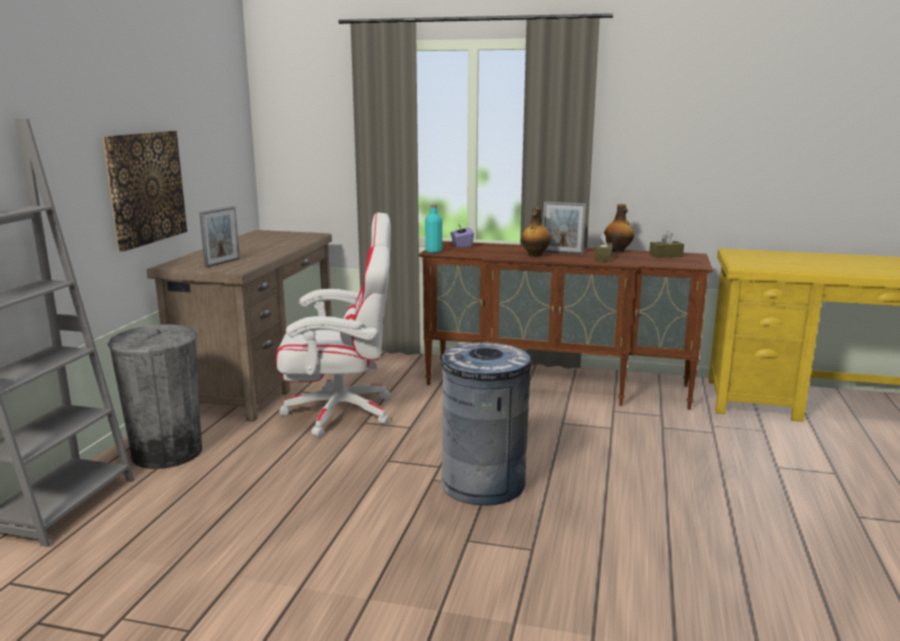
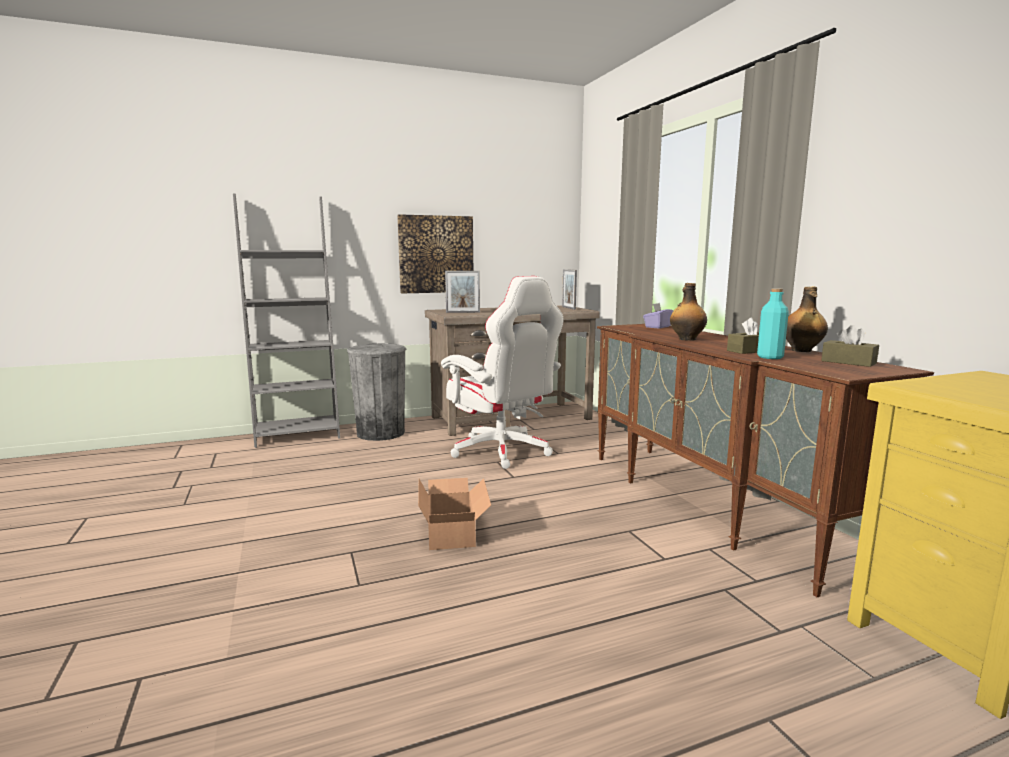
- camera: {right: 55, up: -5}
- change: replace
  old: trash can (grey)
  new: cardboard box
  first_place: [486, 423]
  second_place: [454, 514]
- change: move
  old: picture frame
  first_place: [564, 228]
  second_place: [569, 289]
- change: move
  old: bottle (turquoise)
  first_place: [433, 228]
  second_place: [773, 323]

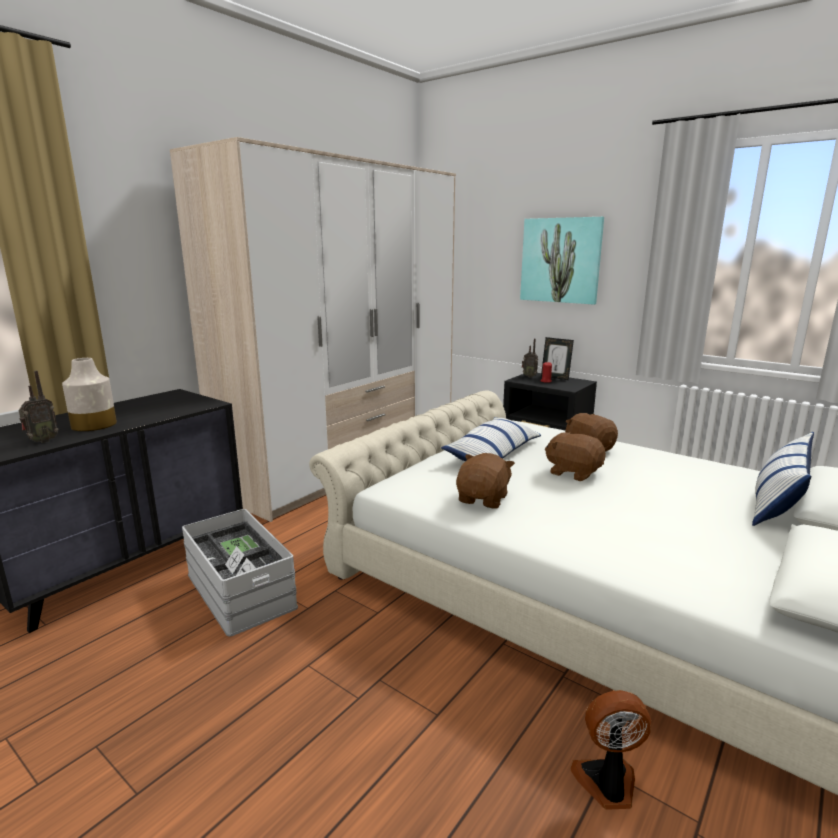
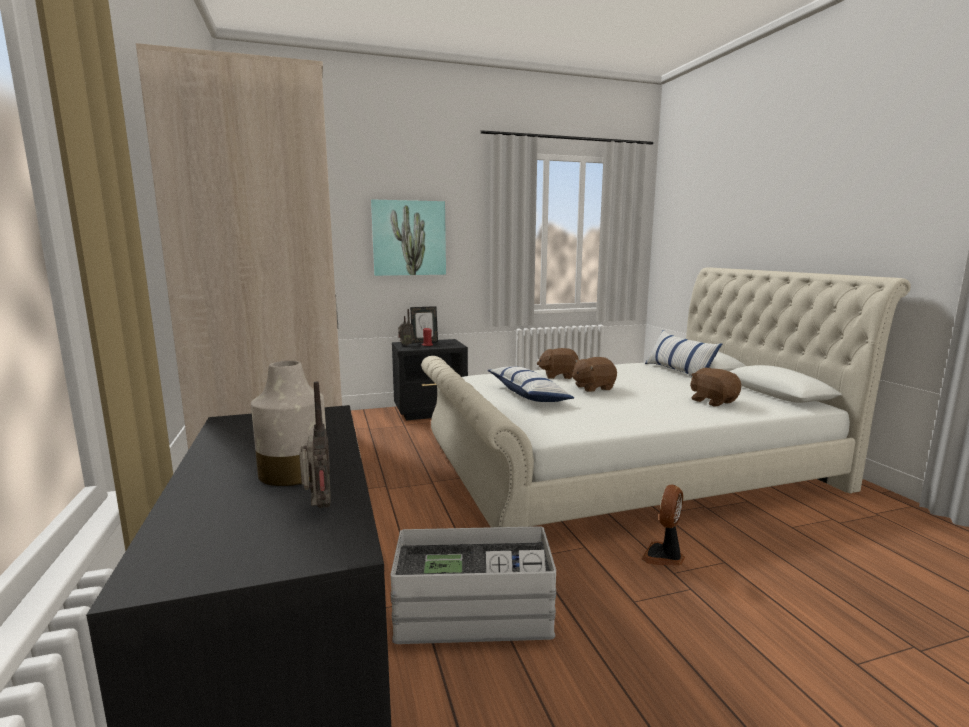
- camera: {right: -55, up: -5}
- change: move
  old: fan
  first_place: [610, 750]
  second_place: [663, 525]
- change: move
  old: plush toy (brown)
  first_place: [485, 481]
  second_place: [715, 387]

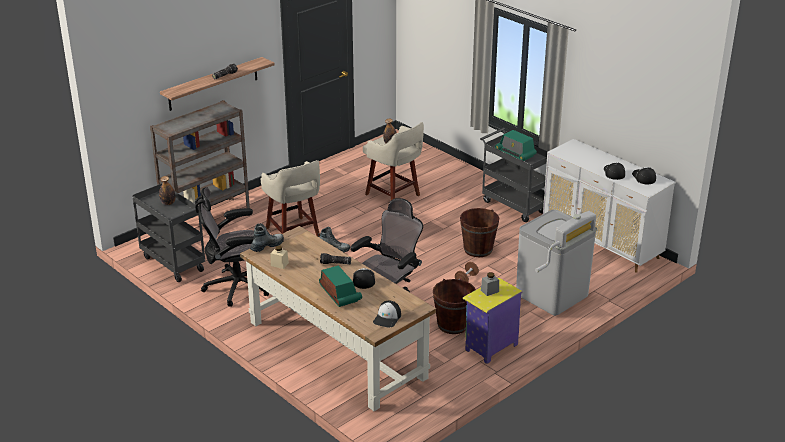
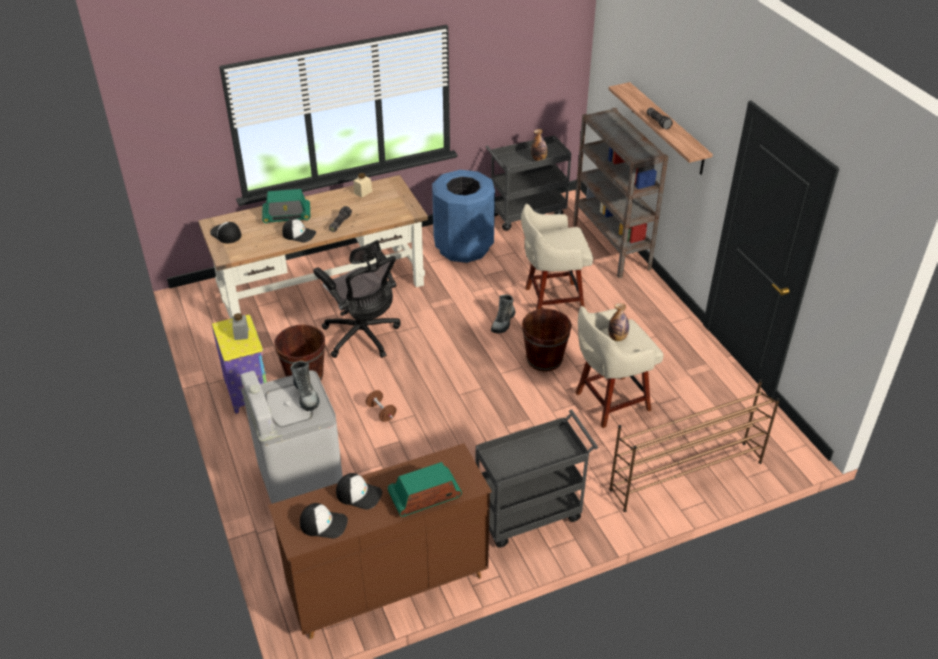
- camera: {right: 110, up: 10}
- change: recolor
  old: cabinet (white)
  new: cabinet (brown)
  first_place: [609, 206]
  second_place: [380, 541]
- change: move
  old: boot
  first_place: [267, 237]
  second_place: [304, 386]
- change: move
  old: radio
  first_place: [516, 145]
  second_place: [425, 489]
- change: replace
  old: office chair
  new: trash can (blue)
  first_place: [232, 247]
  second_place: [463, 216]
- change: move
  old: bucket (brown)
  first_place: [479, 232]
  second_place: [547, 339]
- change: insert
  new: shoe rack (brown)
  second_place: [694, 445]

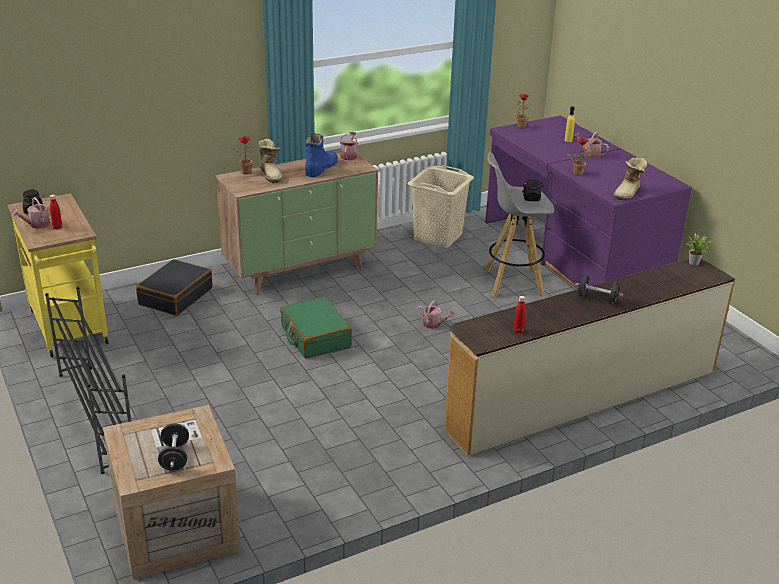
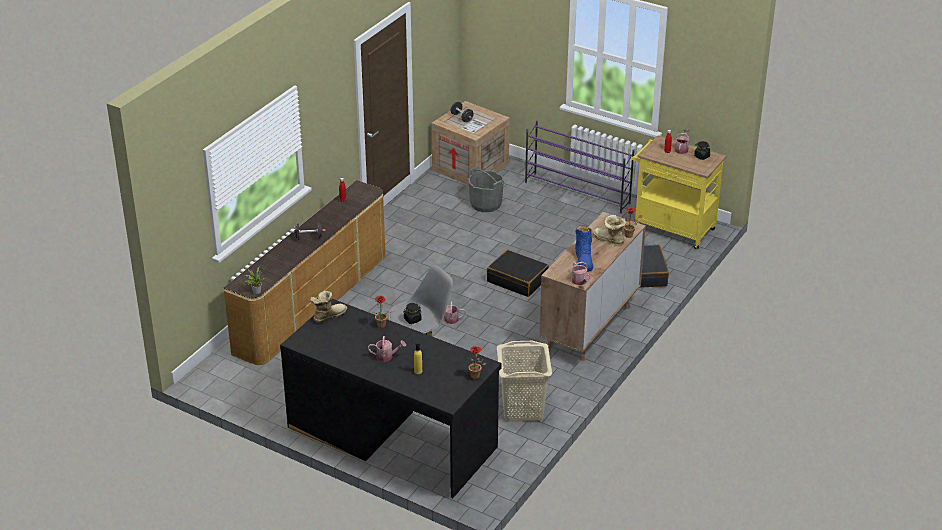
- camera: {right: 150, up: 5}
- change: recolor
  old: desk (purple)
  new: desk (black)
  first_place: [588, 202]
  second_place: [391, 399]
- change: rotate
  old: boot
  first_place: [630, 178]
  second_place: [328, 307]
  degrees: 45
- change: insert
  new: bucket (grey)
  second_place: [486, 189]
- change: recolor
  old: suitcase (green)
  new: suitcase (black)
  first_place: [316, 328]
  second_place: [518, 273]
- change: recolor
  old: shoe rack (black)
  new: shoe rack (purple)
  first_place: [88, 380]
  second_place: [579, 167]

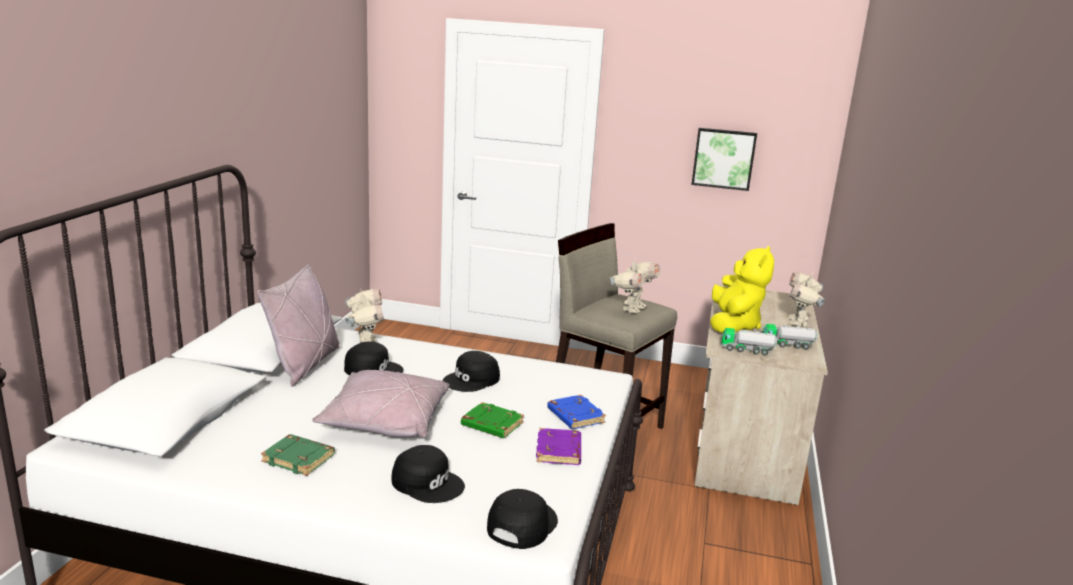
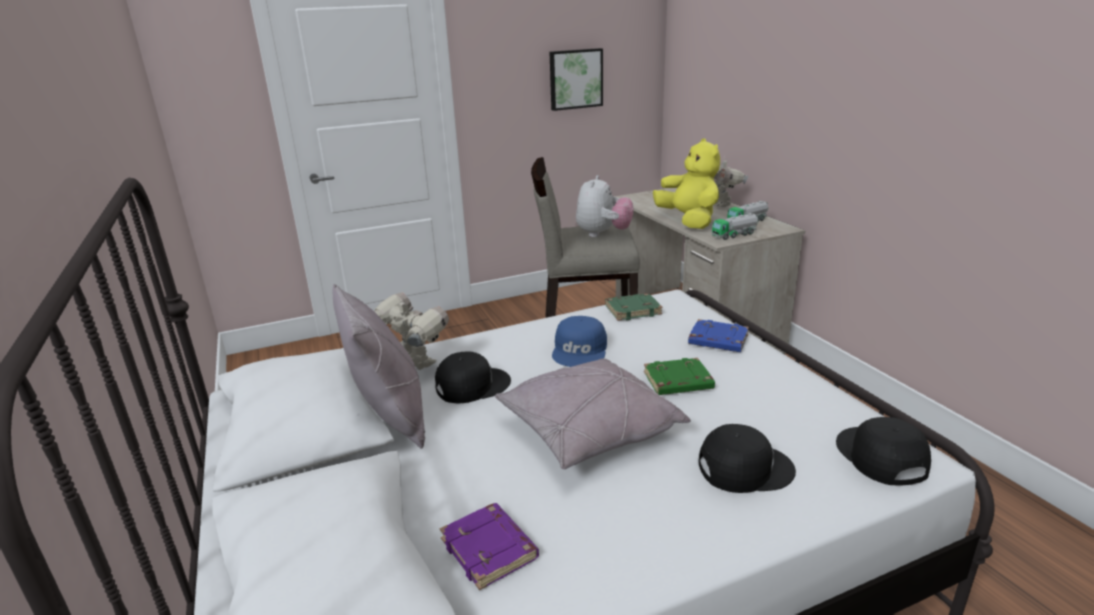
- camera: {right: -35, up: 5}
- change: move
  old: book (purple)
  first_place: [558, 446]
  second_place: [489, 546]
- change: recolor
  old: cap (black)
  new: cap (blue)
  first_place: [471, 371]
  second_place: [579, 341]
- change: replace
  old: toy robot
  new: plush toy
  first_place: [635, 285]
  second_place: [604, 206]
- change: move
  old: book (green)
  first_place: [298, 455]
  second_place: [634, 307]

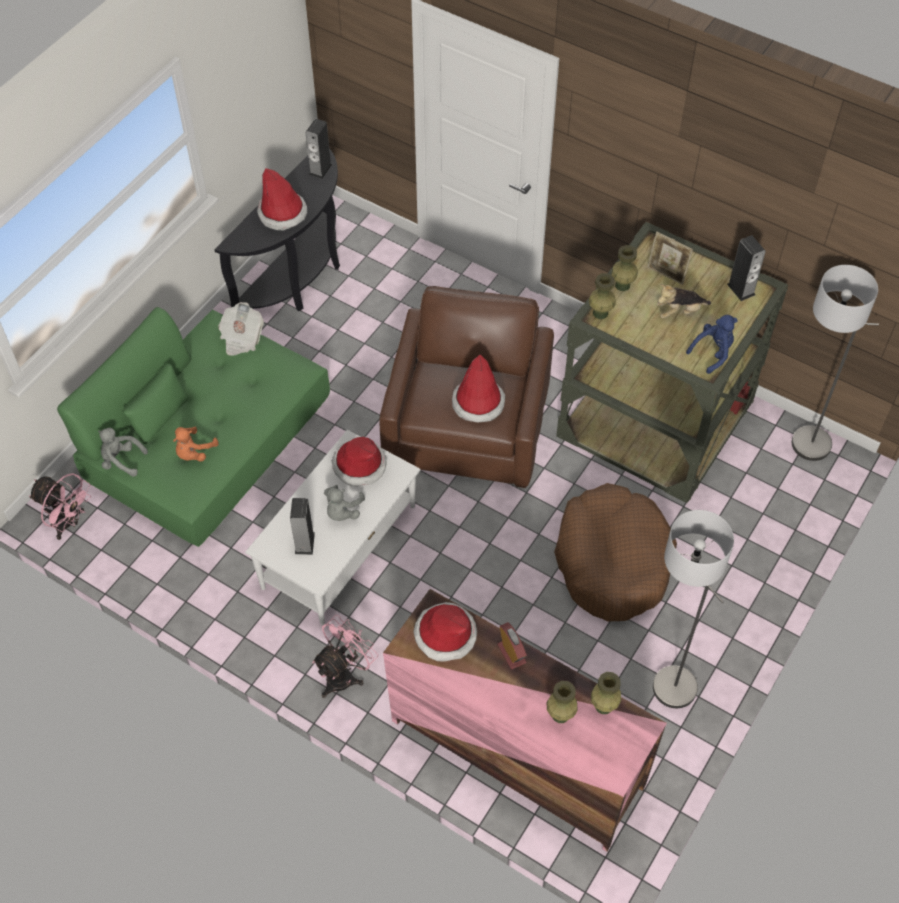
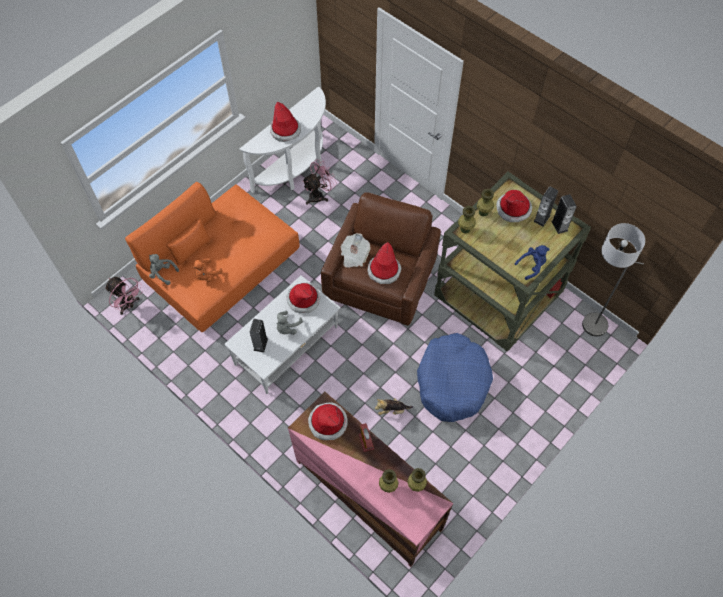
- camera: {right: 10, up: 5}
- change: recolor
  old: sofa (green)
  new: sofa (orange)
  first_place: [193, 427]
  second_place: [212, 257]
- change: recolor
  old: console table (black)
  new: console table (white)
  first_place: [277, 230]
  second_place: [282, 139]
- change: move
  old: fan (pink)
  first_place: [345, 656]
  second_place: [319, 182]
- change: move
  old: newspaper
  first_place: [241, 329]
  second_place: [356, 250]
- change: move
  old: plush toy
  first_place: [684, 301]
  second_place: [394, 406]
- change: recolor
  old: dog bed (brown)
  new: dog bed (blue)
  first_place: [615, 552]
  second_place: [455, 377]
- change: replace
  old: picture frame
  new: hat
  first_place: [670, 258]
  second_place: [514, 206]
- change: move
  old: speaker
  first_place: [319, 149]
  second_place: [545, 206]
- change: delete
  old: floor lamp (grey)
  first_place: [693, 609]

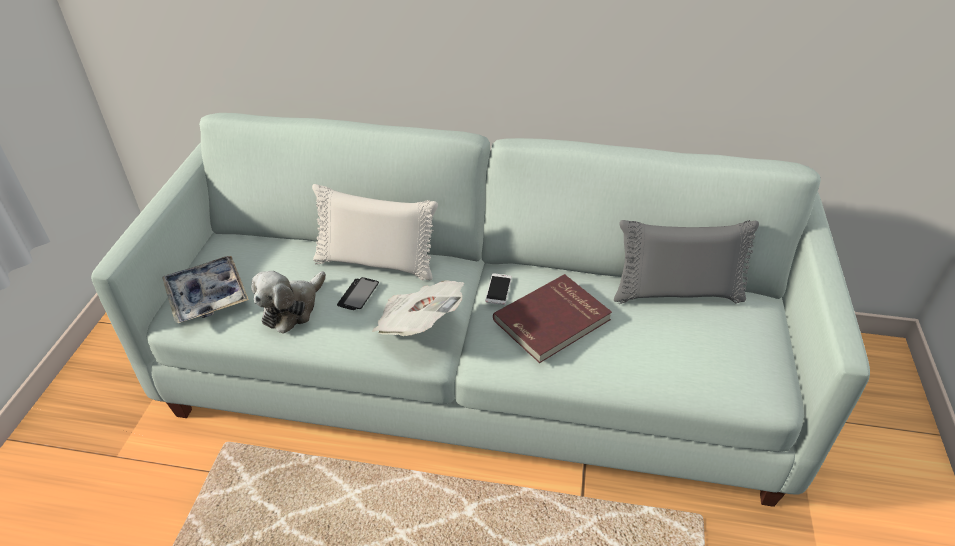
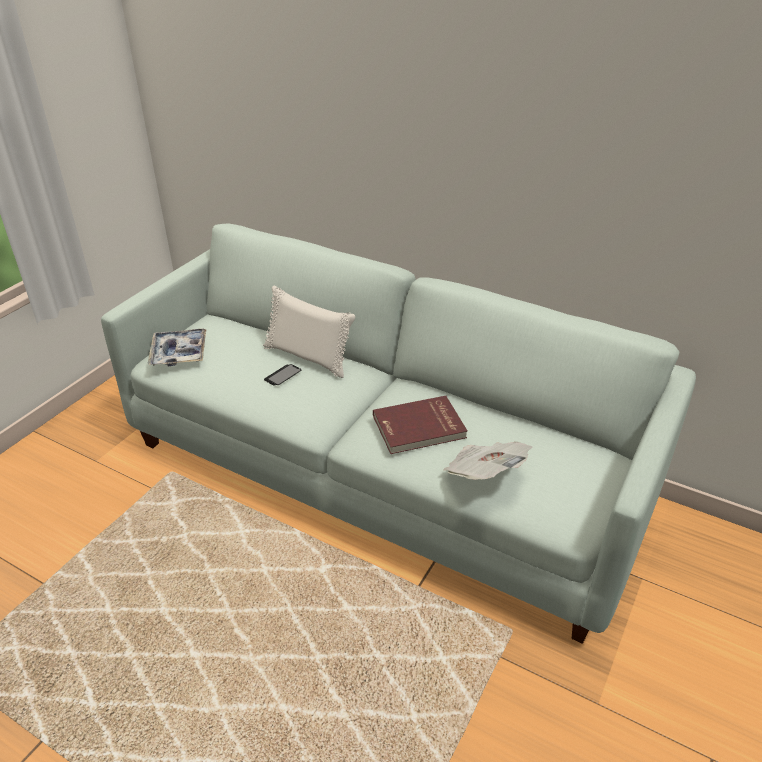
- camera: {right: 20, up: -5}
- change: move
  old: newspaper
  first_place: [418, 308]
  second_place: [488, 461]
- change: delete
  old: plush toy
  first_place: [288, 302]
- change: delete
  old: phone
  first_place: [498, 289]
- change: delete
  old: pillow (grey)
  first_place: [686, 262]

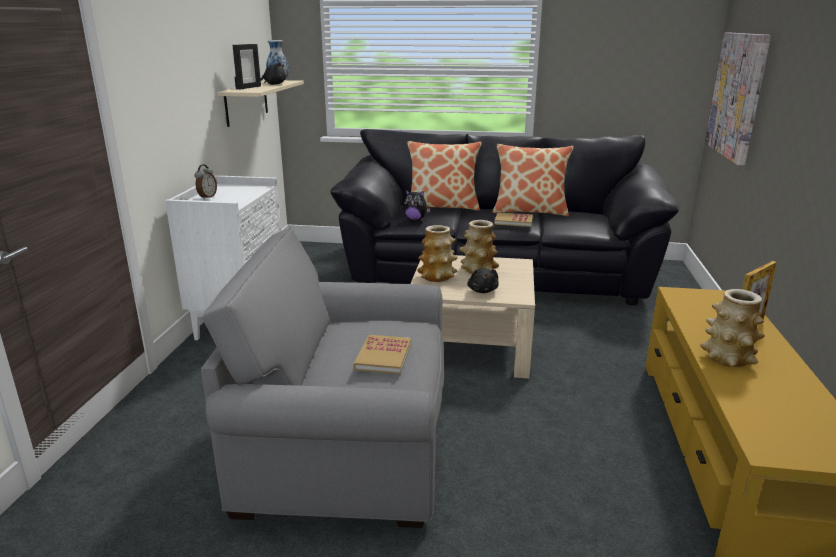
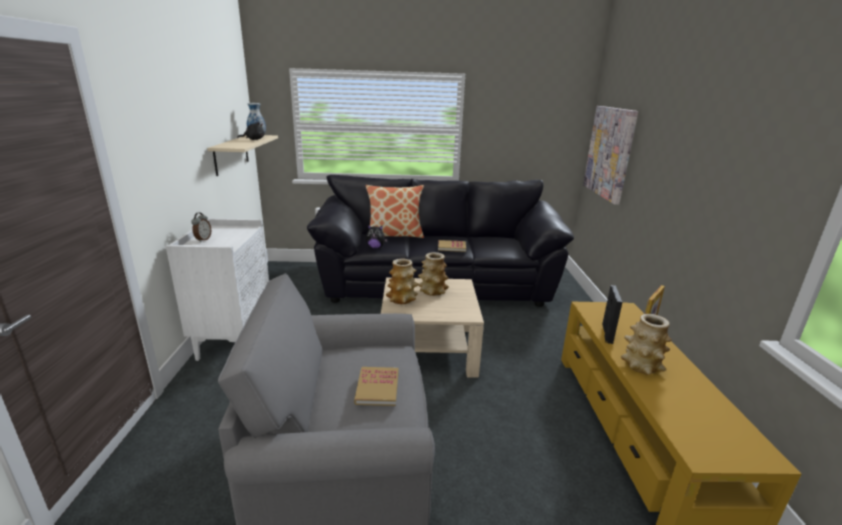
- camera: {right: -10, up: 0}
- change: move
  old: picture frame
  first_place: [246, 66]
  second_place: [612, 314]
- change: delete
  old: plush toy (black)
  first_place: [483, 280]
- change: delete
  old: pillow
  first_place: [533, 180]

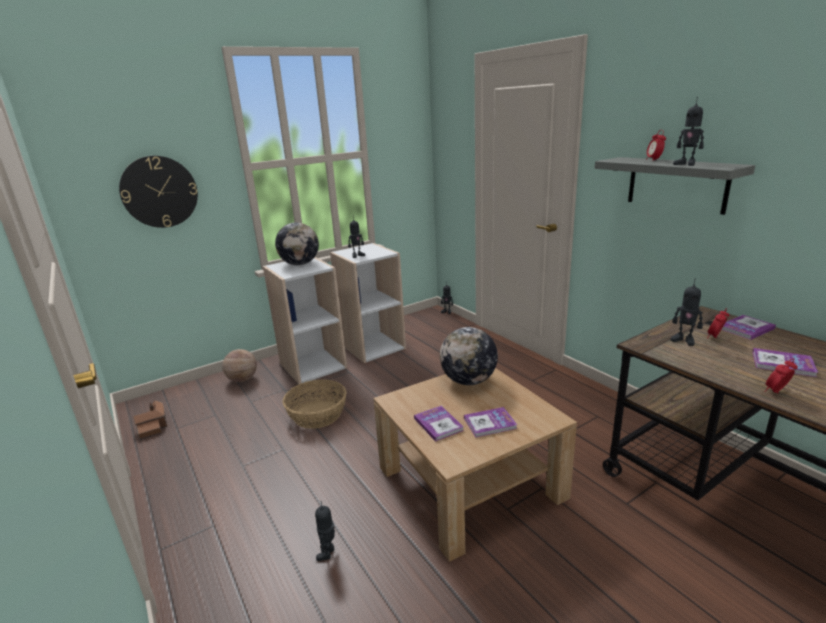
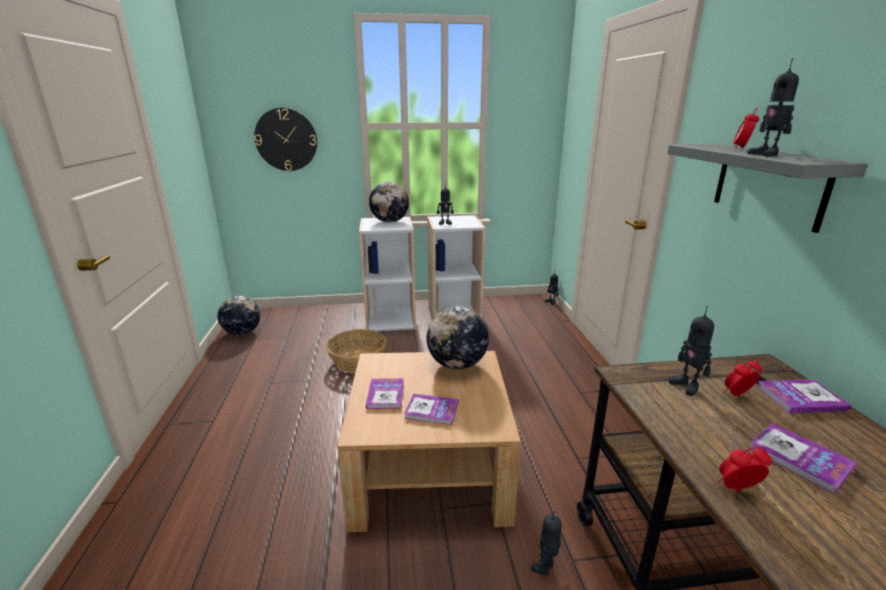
- camera: {right: 25, up: 0}
- change: replace
  old: toy house
  new: globe
  first_place: [150, 420]
  second_place: [238, 315]
- change: move
  old: toy robot
  first_place: [325, 531]
  second_place: [546, 542]
- change: delete
  old: basketball
  first_place: [239, 365]

